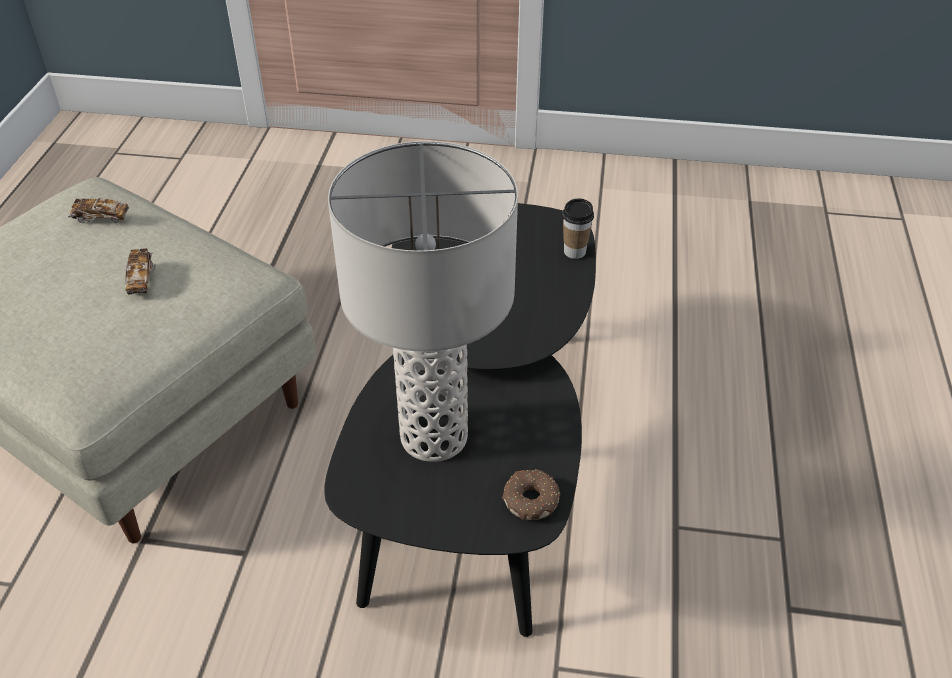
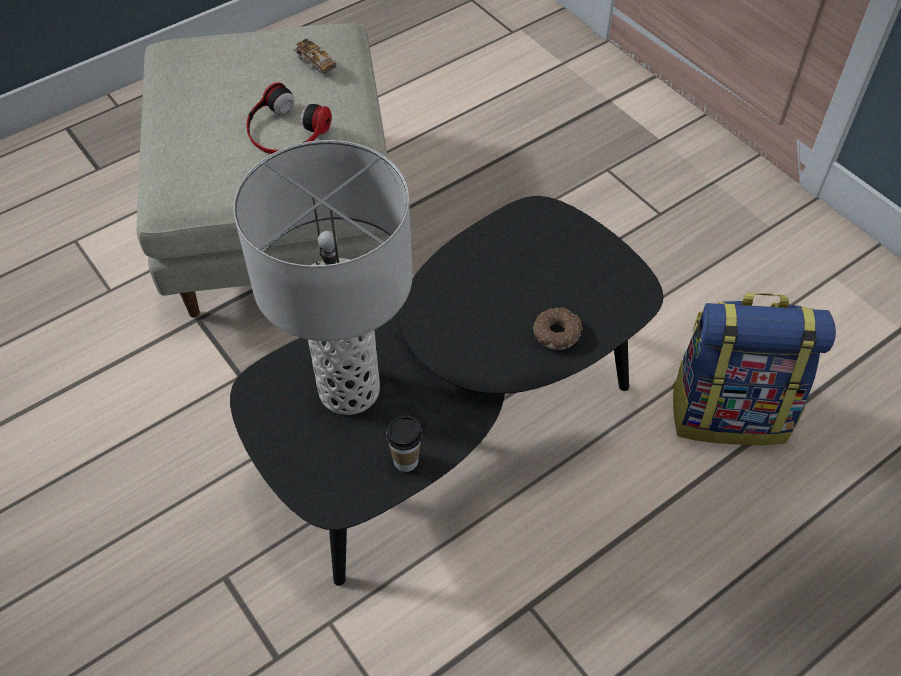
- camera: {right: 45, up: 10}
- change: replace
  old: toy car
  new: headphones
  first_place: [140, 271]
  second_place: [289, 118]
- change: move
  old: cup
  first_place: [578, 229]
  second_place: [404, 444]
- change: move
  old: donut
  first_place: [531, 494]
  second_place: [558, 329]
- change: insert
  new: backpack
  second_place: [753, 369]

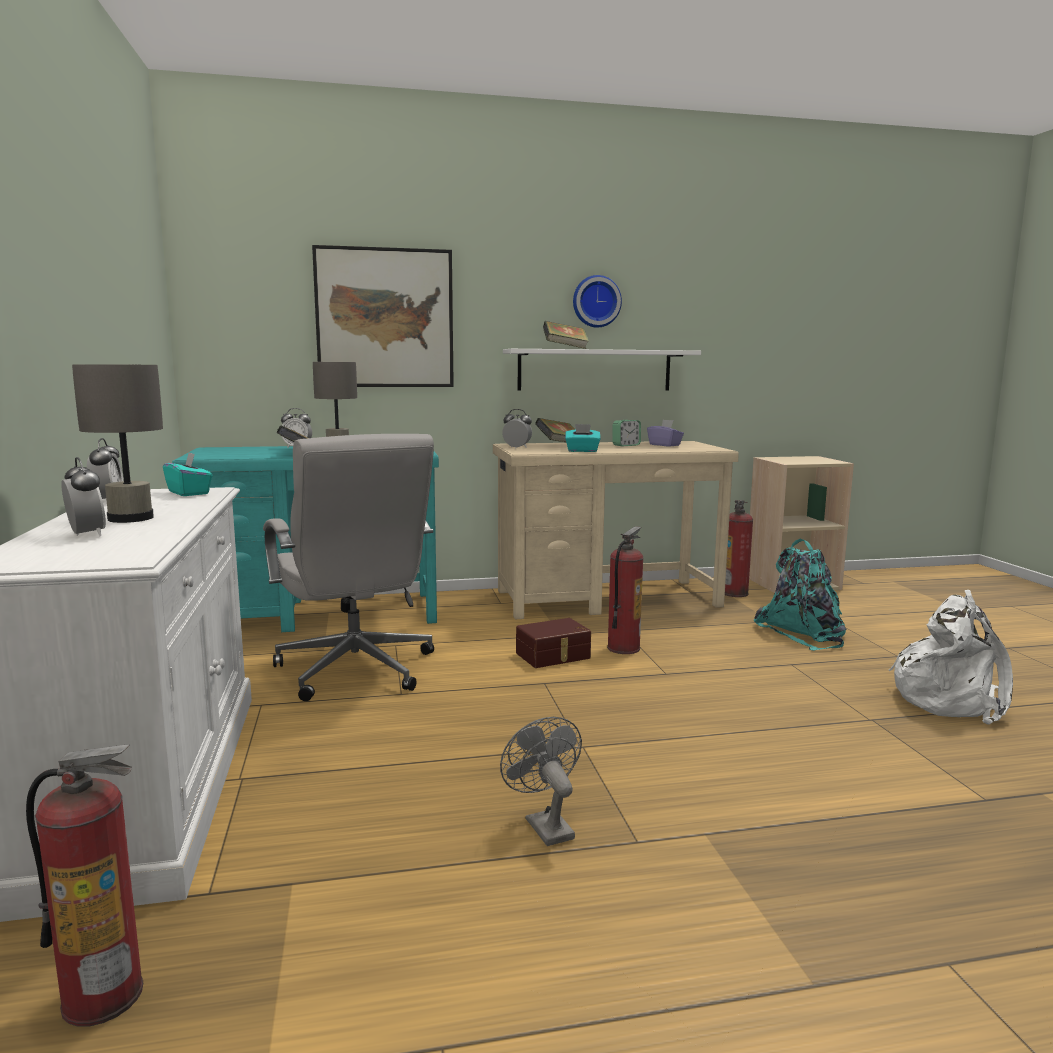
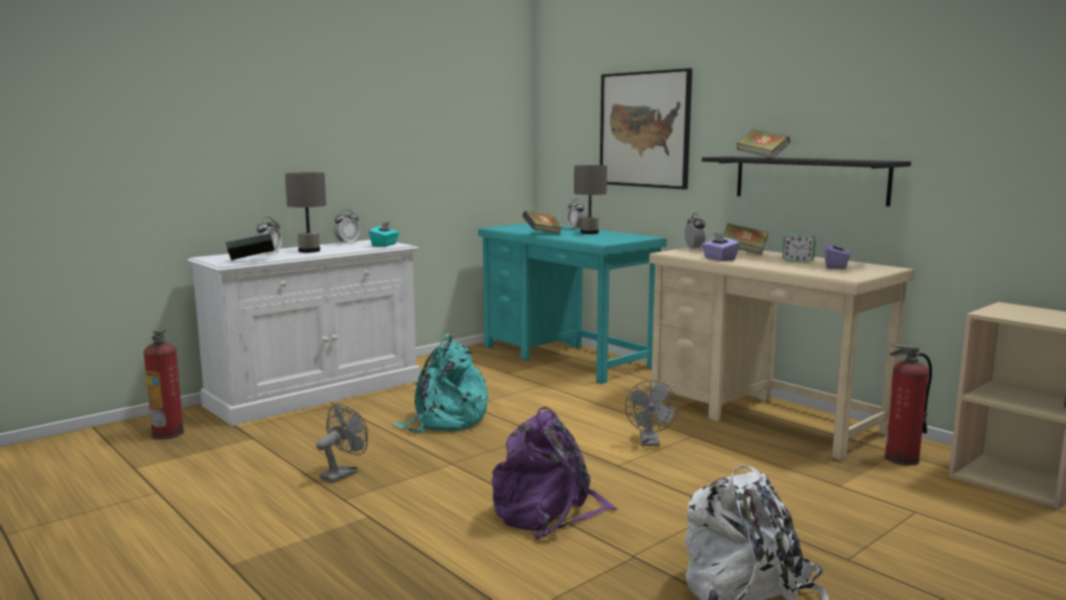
- camera: {right: 60, up: 0}
- change: insert
  new: book
  second_place: [250, 246]
- change: move
  old: backpack (turquoise)
  first_place: [800, 595]
  second_place: [440, 383]
- change: insert
  new: backpack (purple)
  second_place: [555, 473]
- change: replace
  old: fire extinguisher
  new: fan (grey)
  first_place: [625, 590]
  second_place: [651, 413]
- change: recolor
  old: shelf (white)
  new: shelf (black)
  first_place: [602, 370]
  second_place: [806, 181]
- change: recolor
  old: tissue box (turquoise)
  new: tissue box (purple)
  first_place: [582, 438]
  second_place: [720, 246]
- change: delete
  old: office chair (grey)
  first_place: [348, 567]
- change: delete
  old: storage box (brown)
  first_place: [553, 643]
- change: delete
  old: wall clock
  first_place: [597, 301]

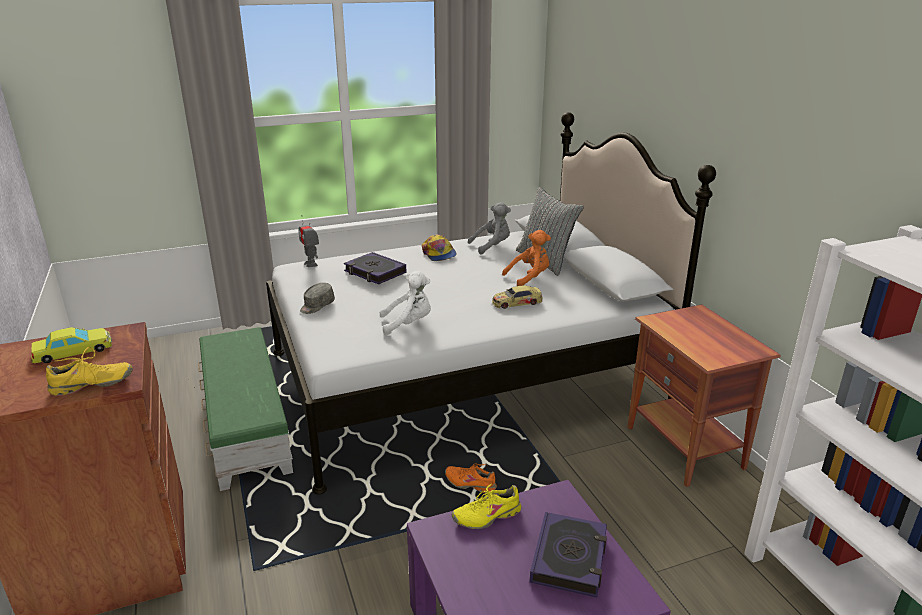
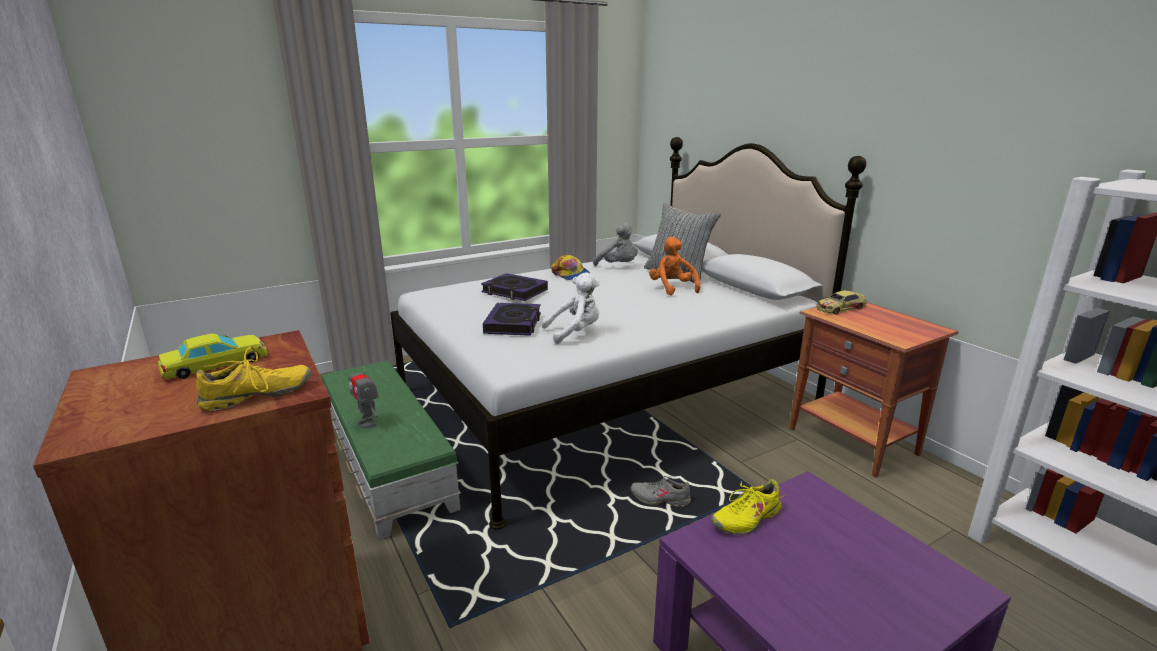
- camera: {right: -10, up: -5}
- change: move
  old: toy robot
  first_place: [309, 241]
  second_place: [363, 394]
- change: move
  old: book
  first_place: [568, 554]
  second_place: [512, 319]
- change: rotate
  old: plush toy (grey)
  first_place: [489, 228]
  second_place: [615, 244]
  degrees: 75
- change: recolor
  old: shoe (orange)
  new: shoe (grey)
  first_place: [471, 478]
  second_place: [661, 491]
- change: rotate
  old: plush toy (orange)
  first_place: [526, 258]
  second_place: [674, 266]
  degrees: -75
- change: move
  old: toy car
  first_place: [517, 297]
  second_place: [841, 302]
- change: delete
  old: cap (grey)
  first_place: [317, 298]

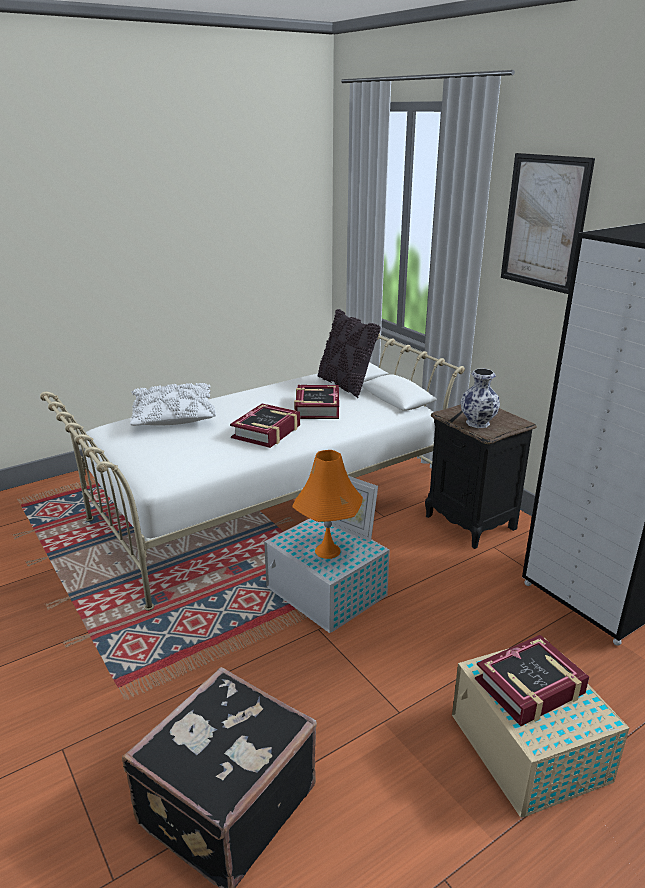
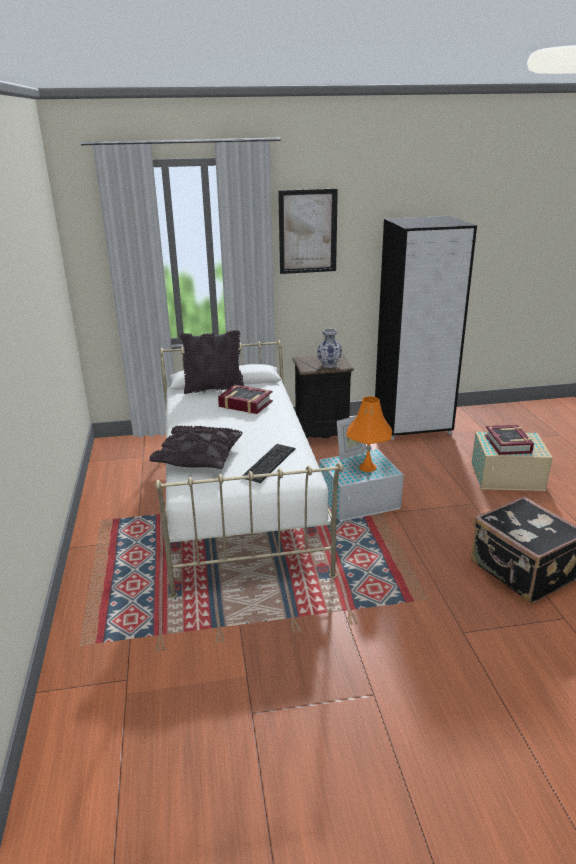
- camera: {right: -65, up: 0}
- change: recolor
  old: pillow (white)
  new: pillow (black)
  first_place: [173, 404]
  second_place: [196, 447]
- change: insert
  new: keyboard
  second_place: [268, 463]
- change: delete
  old: book
  first_place: [265, 426]

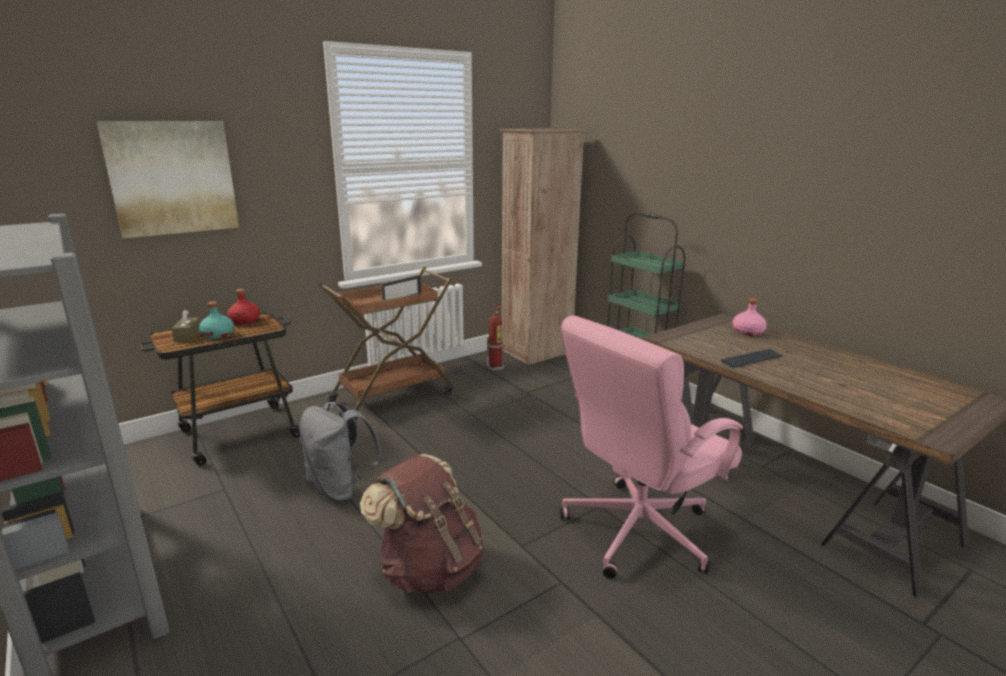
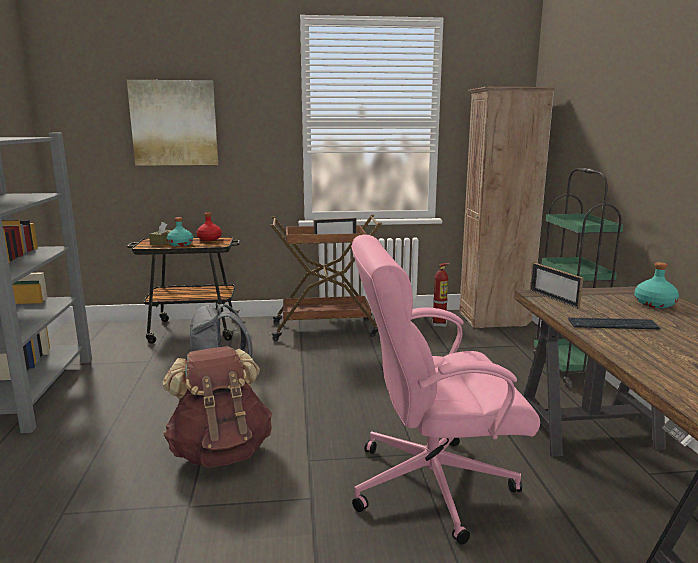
- camera: {right: 30, up: -5}
- change: insert
  new: picture frame
  second_place: [556, 285]
- change: recolor
  old: bottle (pink)
  new: bottle (turquoise)
  first_place: [749, 317]
  second_place: [656, 285]

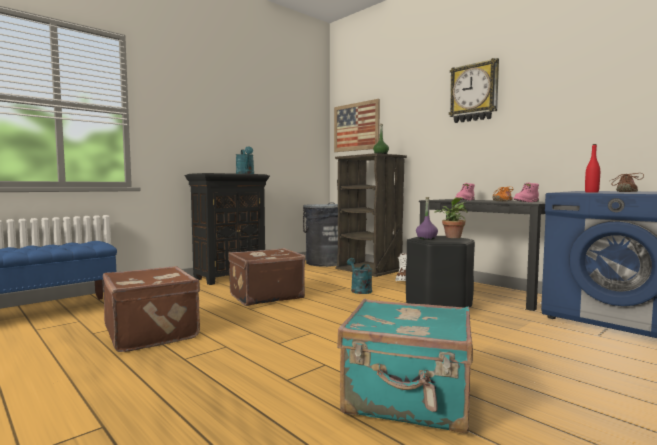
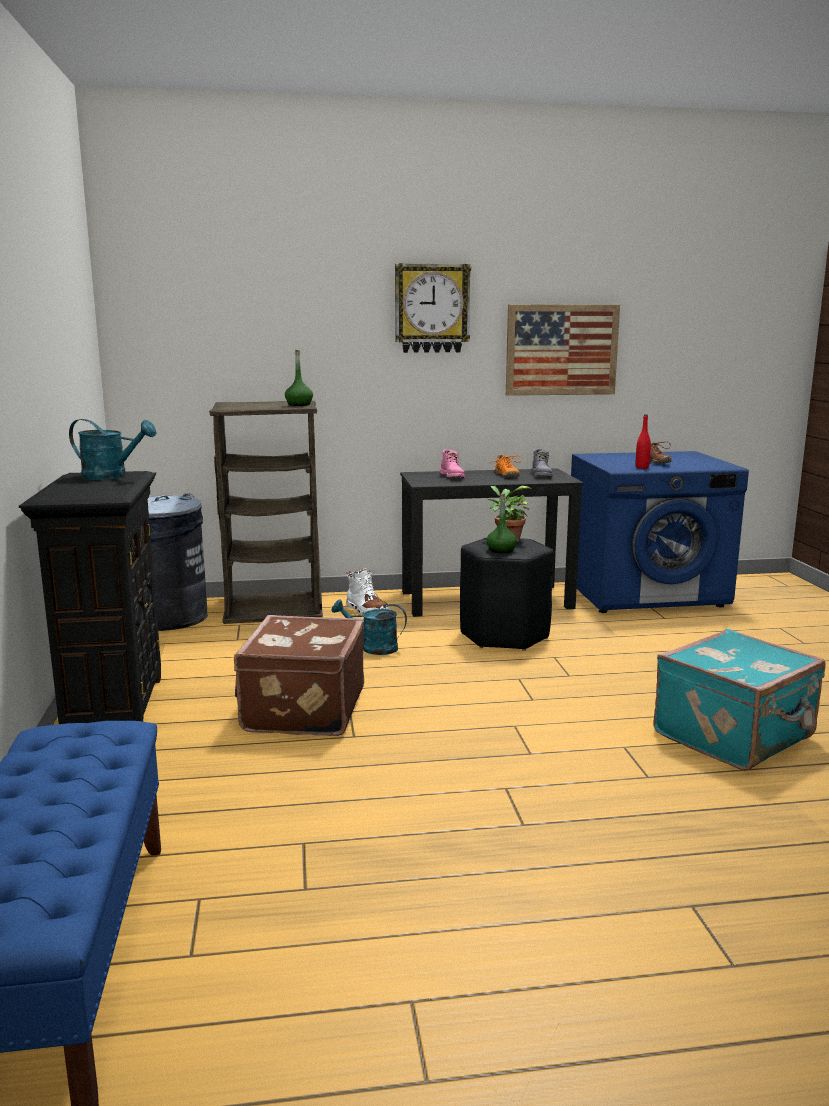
- camera: {right: -55, up: 10}
- change: recolor
  old: bottle (purple)
  new: bottle (green)
  first_place: [427, 218]
  second_place: [502, 523]
- change: move
  old: picture
  first_place: [357, 125]
  second_place: [563, 350]
- change: recolor
  old: boot (pink)
  new: boot (grey)
  first_place: [526, 192]
  second_place: [542, 463]
- change: delete
  old: suitcase (brown)
  first_place: [151, 309]

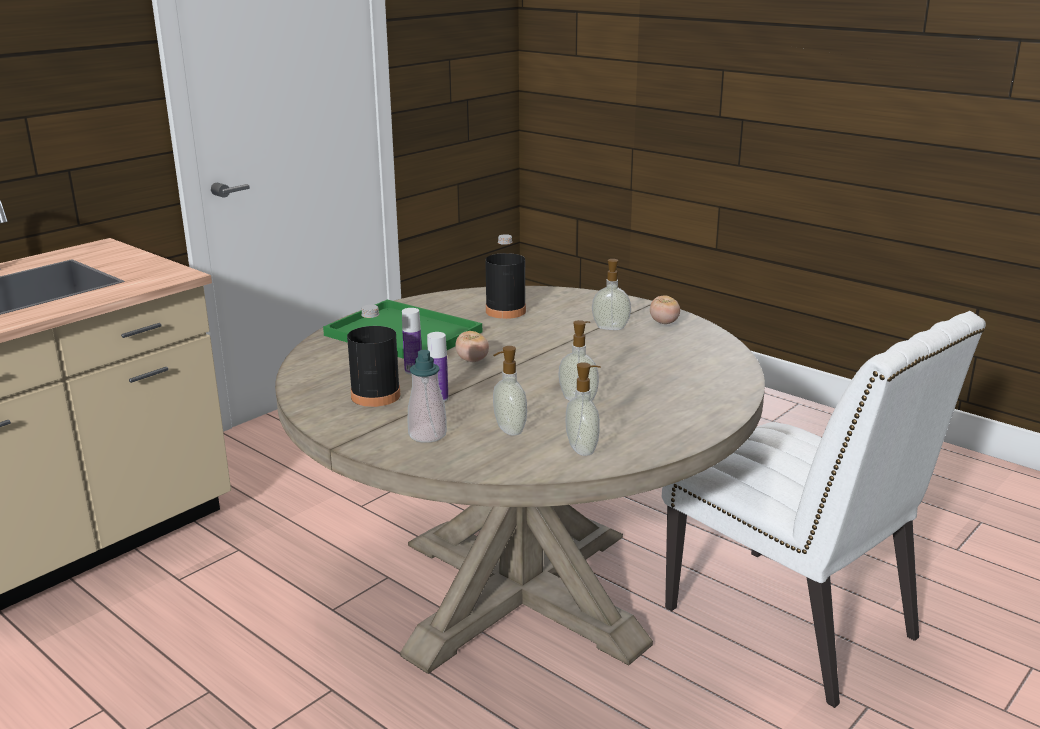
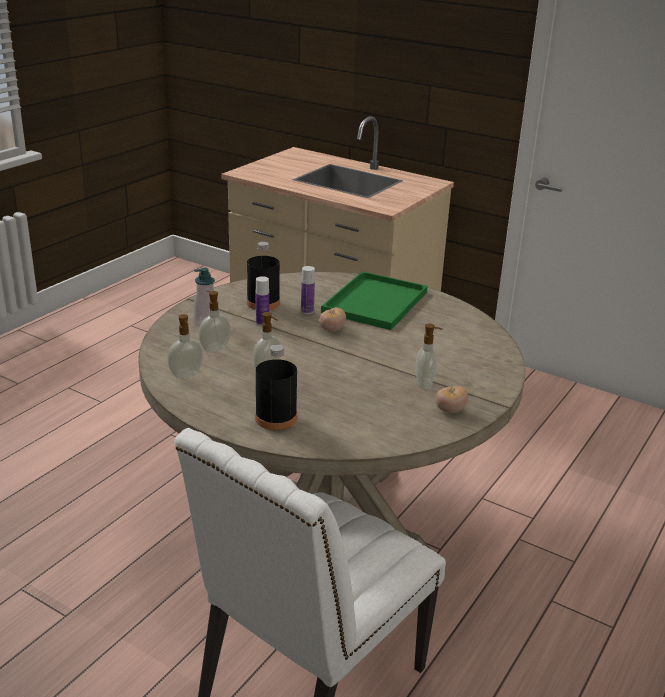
- camera: {right: 80, up: 5}
- change: move
  old: bottle (black)
  first_place: [505, 276]
  second_place: [276, 387]

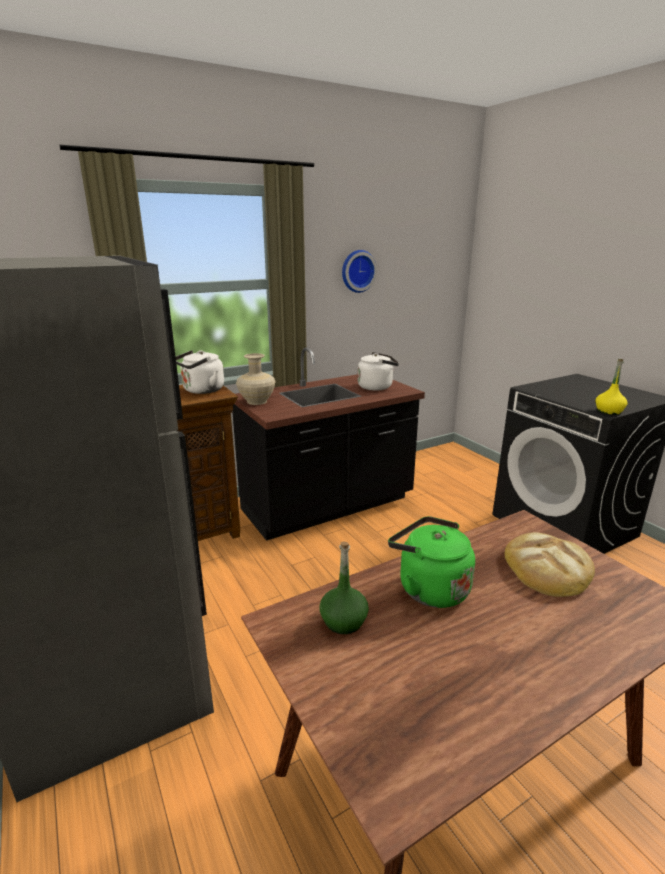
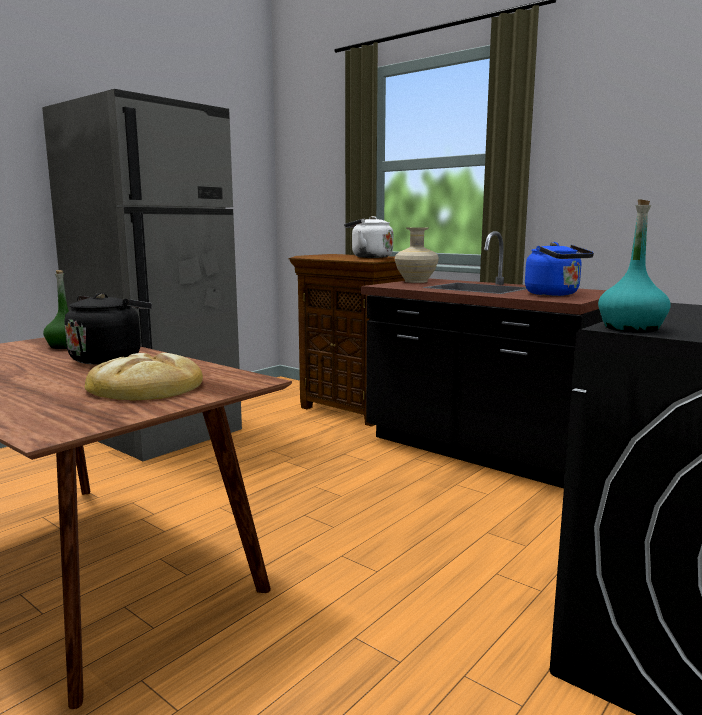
- camera: {right: 70, up: -10}
- change: recolor
  old: kettle (green)
  new: kettle (black)
  first_place: [431, 562]
  second_place: [108, 328]
- change: recolor
  old: kettle (white)
  new: kettle (blue)
  first_place: [378, 371]
  second_place: [559, 269]
- change: recolor
  old: bottle (yellow)
  new: bottle (turquoise)
  first_place: [611, 387]
  second_place: [634, 266]
- change: delete
  old: wall clock
  first_place: [359, 271]

